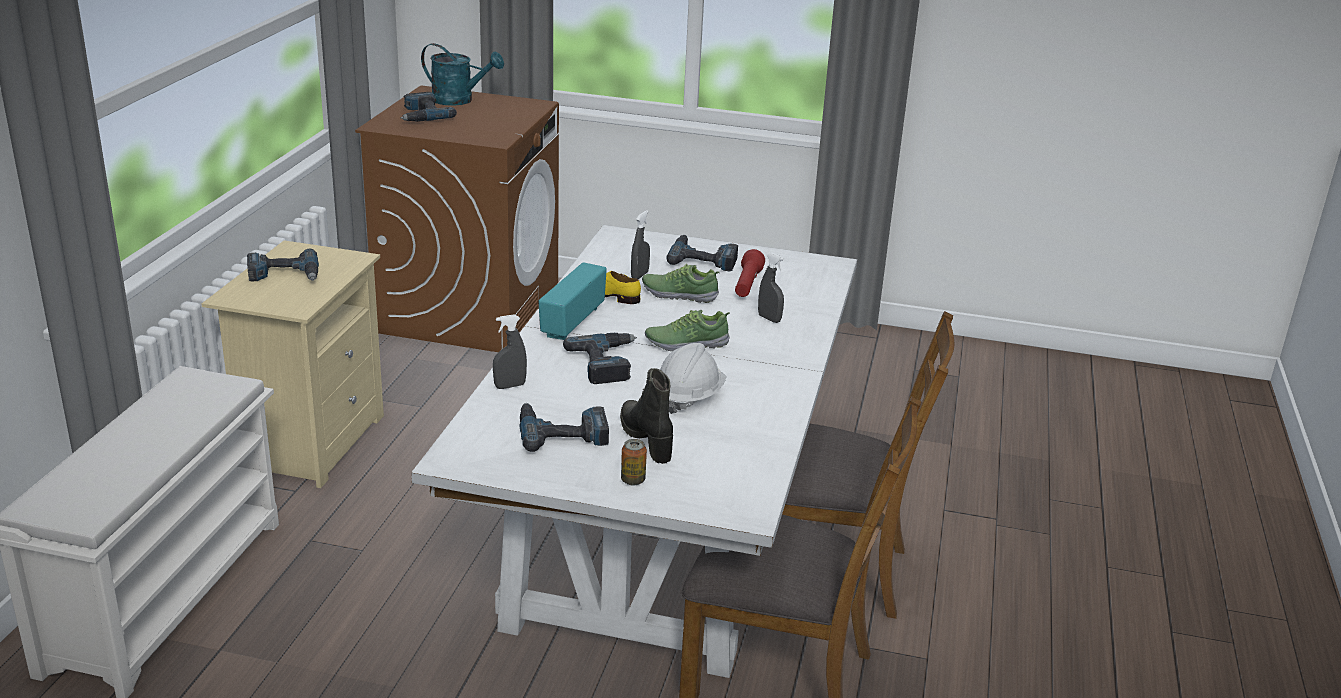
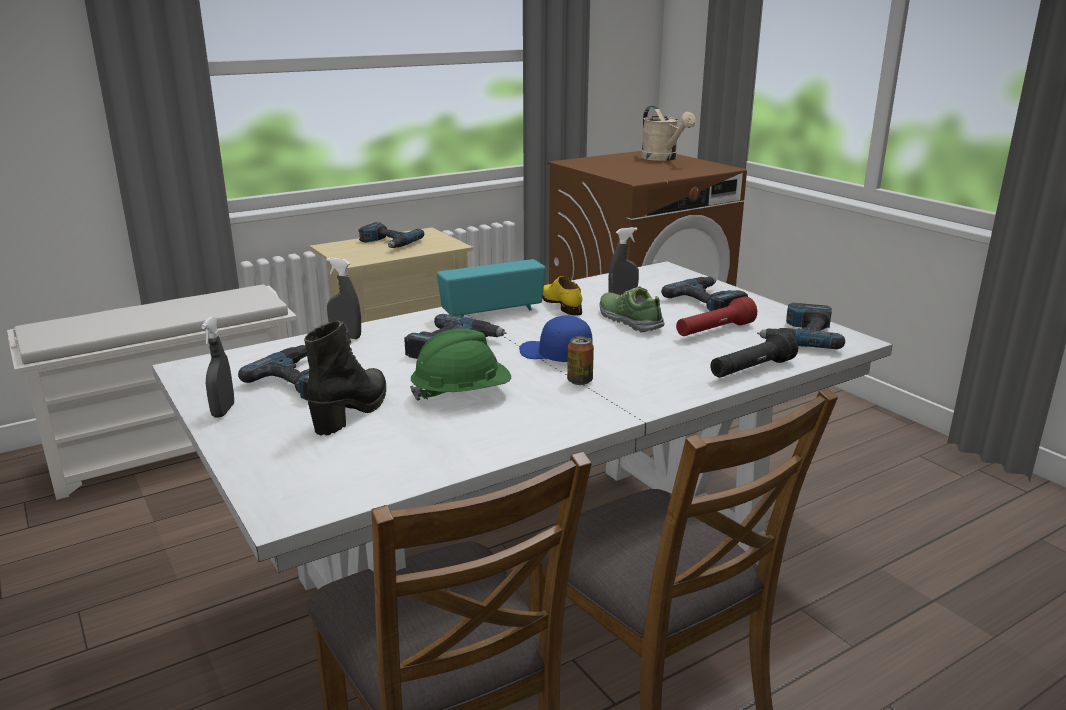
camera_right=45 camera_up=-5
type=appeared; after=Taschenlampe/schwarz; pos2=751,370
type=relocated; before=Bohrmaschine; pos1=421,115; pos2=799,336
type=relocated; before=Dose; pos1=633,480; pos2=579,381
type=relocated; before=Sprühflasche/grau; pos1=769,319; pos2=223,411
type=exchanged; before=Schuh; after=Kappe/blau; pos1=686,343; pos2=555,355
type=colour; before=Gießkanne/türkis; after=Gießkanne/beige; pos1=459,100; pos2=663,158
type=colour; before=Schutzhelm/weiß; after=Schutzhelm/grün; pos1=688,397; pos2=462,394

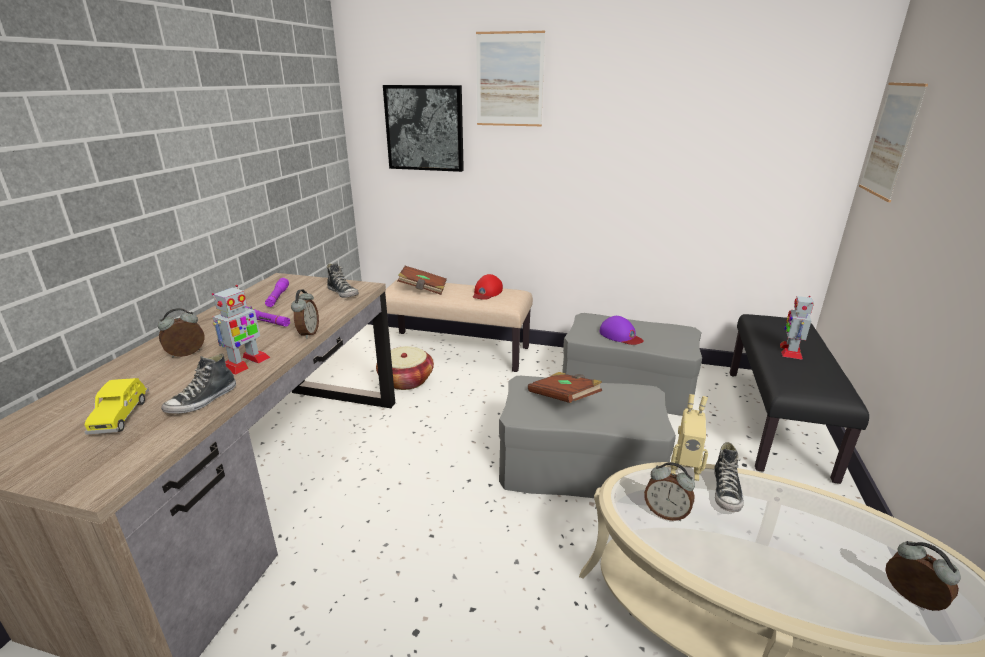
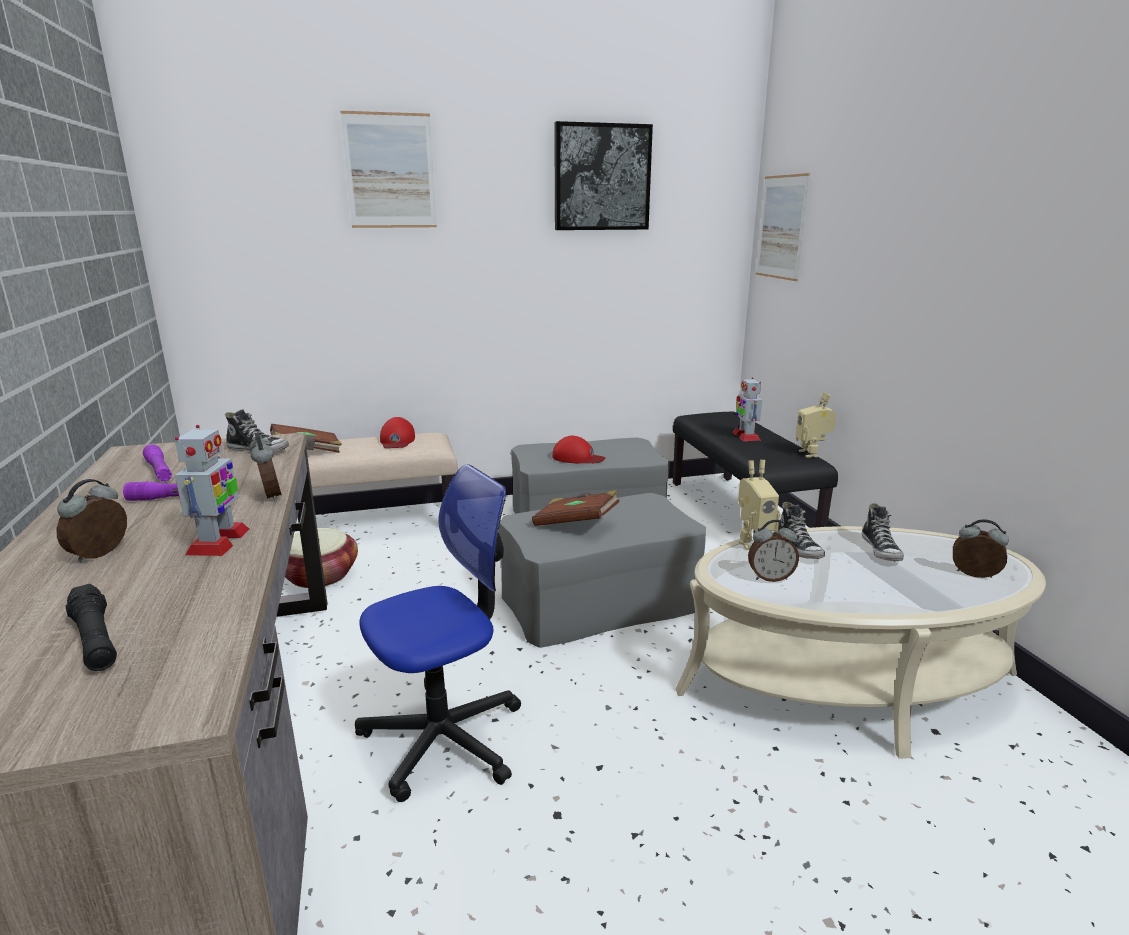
camera_right=-30 camera_up=-5
type=appeared; after=Bürostuhl; pos2=444,738
type=appeared; after=Spielzeugroboter; pos2=812,454
type=relocated; before=Schuh; pos1=202,401; pos2=881,550
type=relocated; before=Bild; pos1=425,128; pos2=602,177
type=exchanged; before=Spielzeugauto/gelb; after=Taschenlampe/schwarz; pos1=121,416; pos2=95,639
type=colour; before=Kappe/lila; after=Kappe/rot; pos1=620,336; pos2=577,458

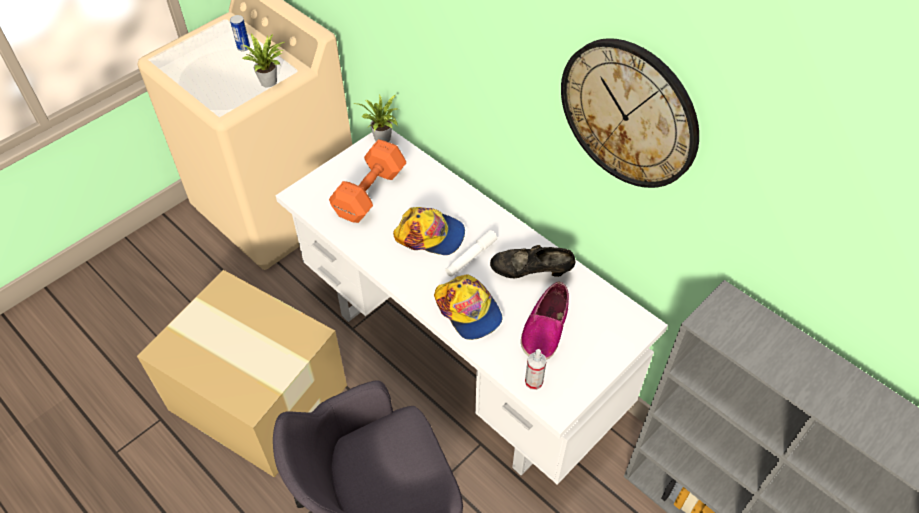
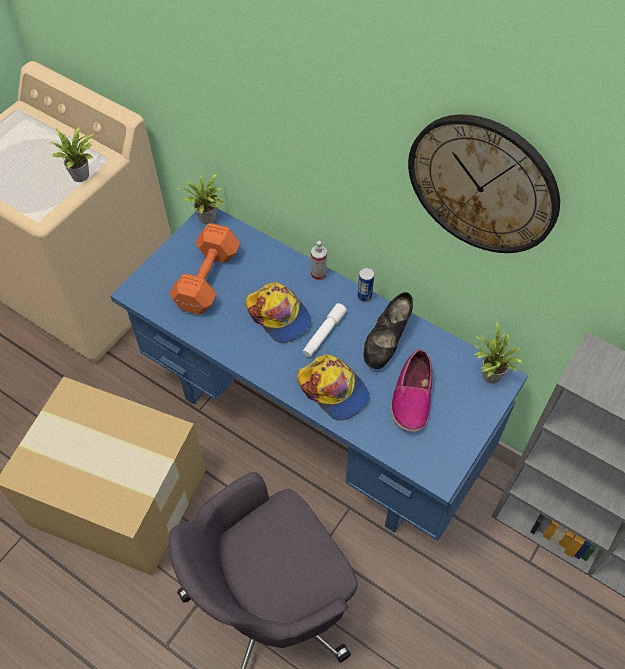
camera_right=-10 camera_up=5
type=appeared; after=Topfpflanze; pos2=488,375
type=relocated; before=Dose; pos1=243,47; pos2=364,297
type=relocated; before=Sprühflasche; pos1=533,382; pos2=318,274
type=colour; before=Schreibtisch/weiß; after=Schreibtisch/blau; pos1=461,360; pos2=314,426
type=spun; before=Kappe; pos1=430,235; pos2=279,316; turn=45
type=spun; before=Schuh/schwarz; pos1=531,273; pos2=386,341; turn=-60

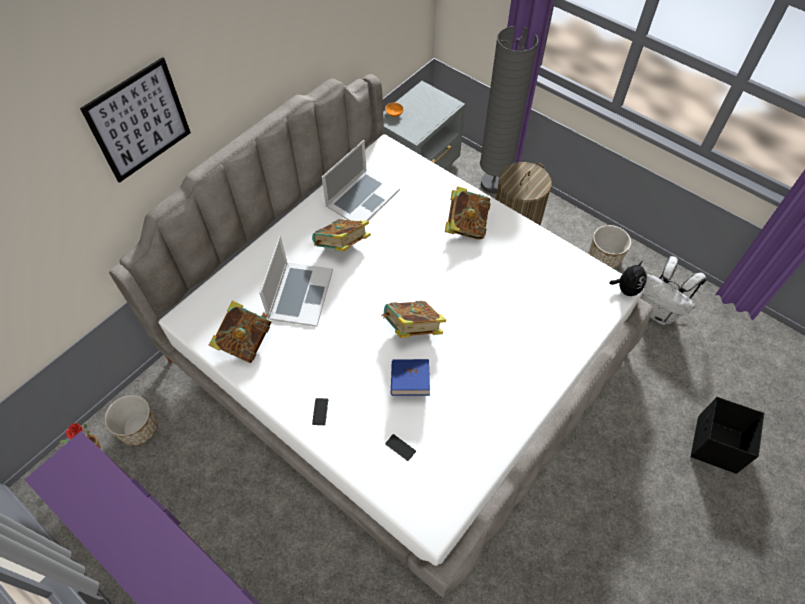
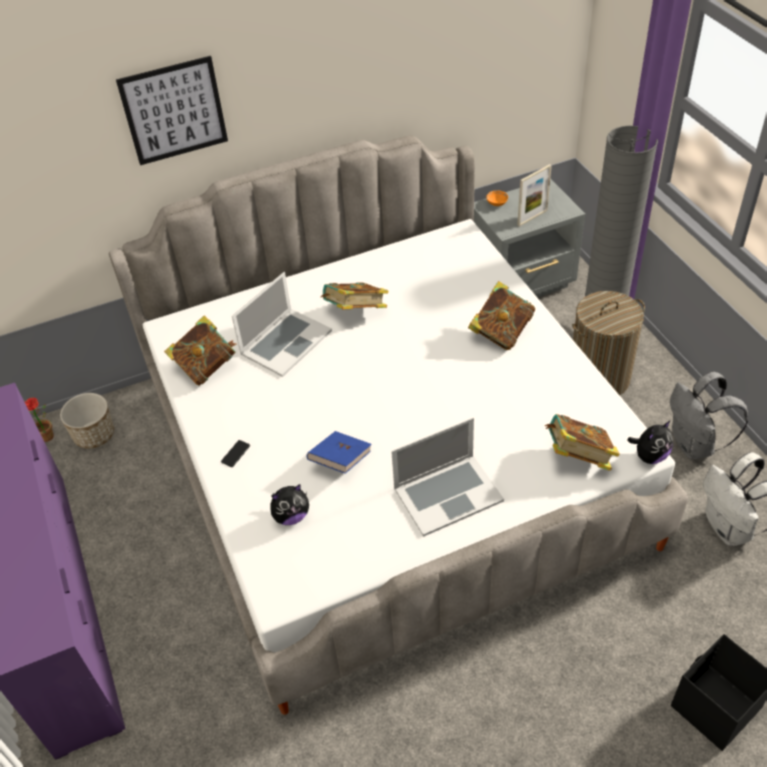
camera_right=30 camera_up=-10
type=appeared; after=Bilderrahmen; pos2=532,218
type=relocated; before=Laptop; pos1=362,198; pos2=447,494
type=relocated; before=Buch; pos1=412,329; pos2=578,457
type=exchanged; before=Handy; after=Plüschtier; pos1=400,447; pos2=291,516
type=exchanged; before=Pflanzkübel; after=Rucksack/grau; pos1=604,258; pos2=694,445

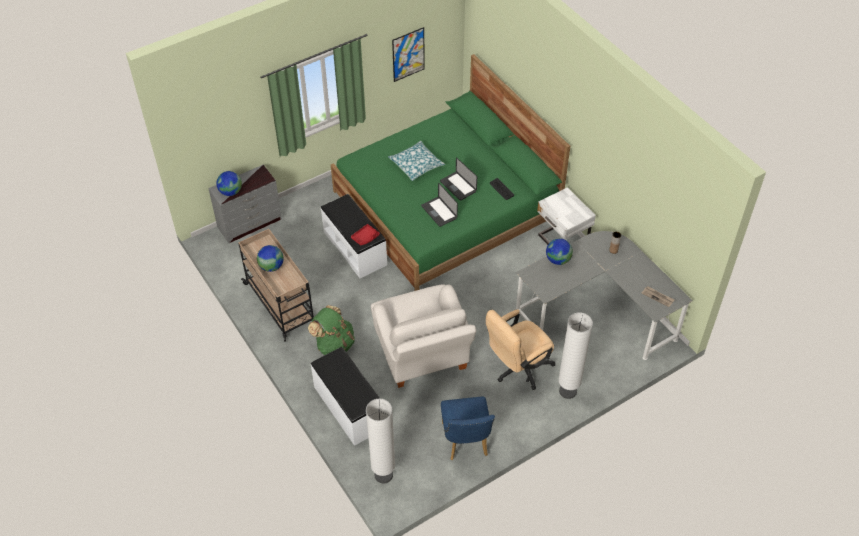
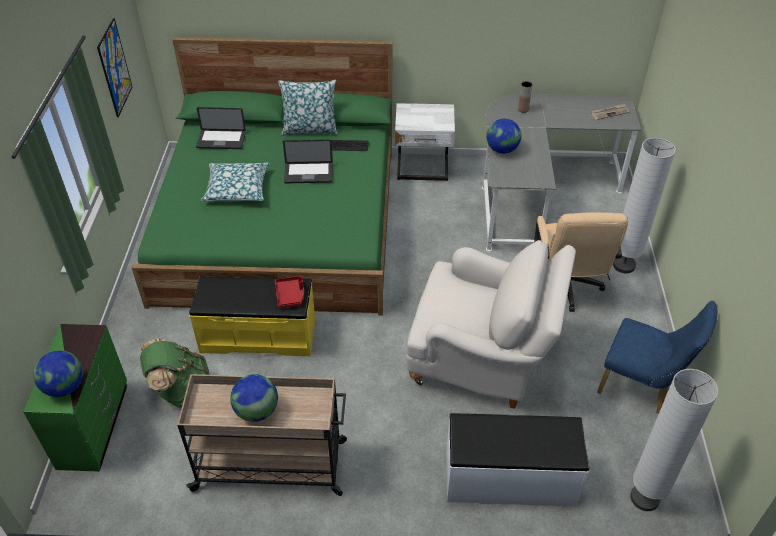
camera_right=-55 camera_up=-5
type=appeared; after=Kissen; pos2=310,129
type=relocated; before=Rucksack/grün; pos1=334,344; pos2=181,390
type=relocated; before=Laptop; pos1=439,212; pos2=221,140
type=colour; before=Kommode/grau; after=Kommode/grün; pos1=250,223; pos2=95,425
type=colour; before=Bank/weiß; after=Bank/gelb; pos1=355,248; pos2=258,335

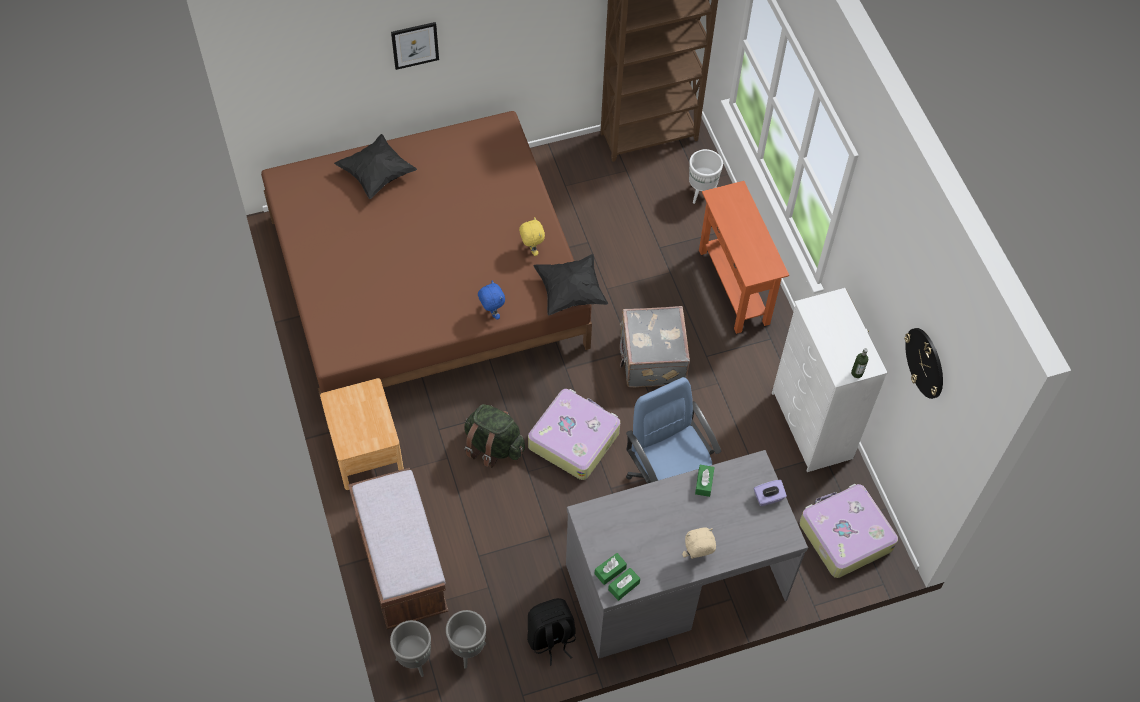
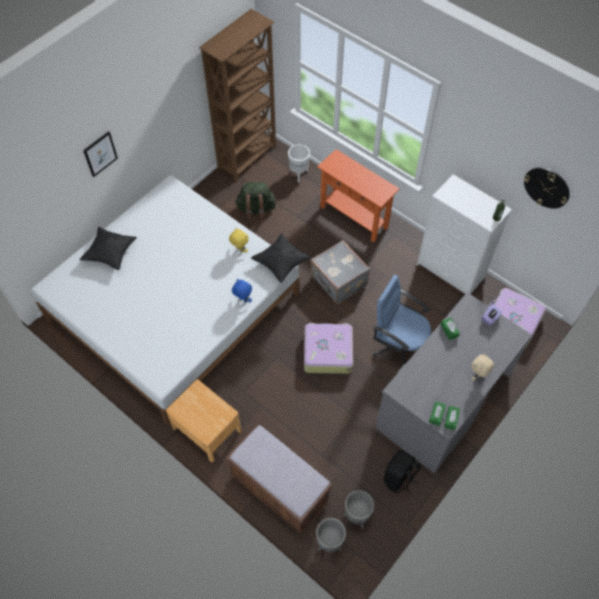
camera_right=-30 camera_up=0
type=relocated; before=Rucksack/grün; pos1=493,446; pos2=256,209
type=colour; before=Bett/braun; after=Bett/weiß; pos1=426,280; pos2=173,306

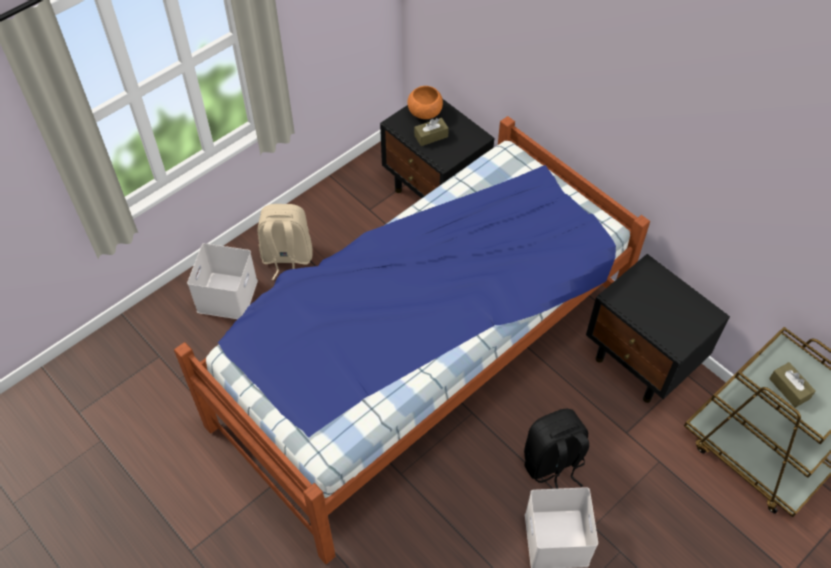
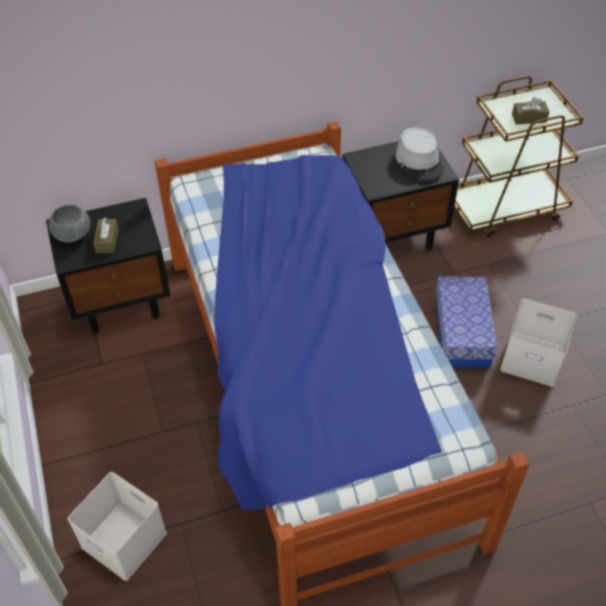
camera_right=-65 camera_up=-5
type=missing; before=Rucksack/beige; pos1=286,258
type=appeared; after=Hut/grau; pos2=419,161
type=exchanged; before=Rucksack/schwarz; after=Aufbewahrungsbox; pos1=553,464; pos2=462,332
type=colour; before=Schüssel/orange; after=Schüssel/grau; pos1=425,112; pos2=72,234

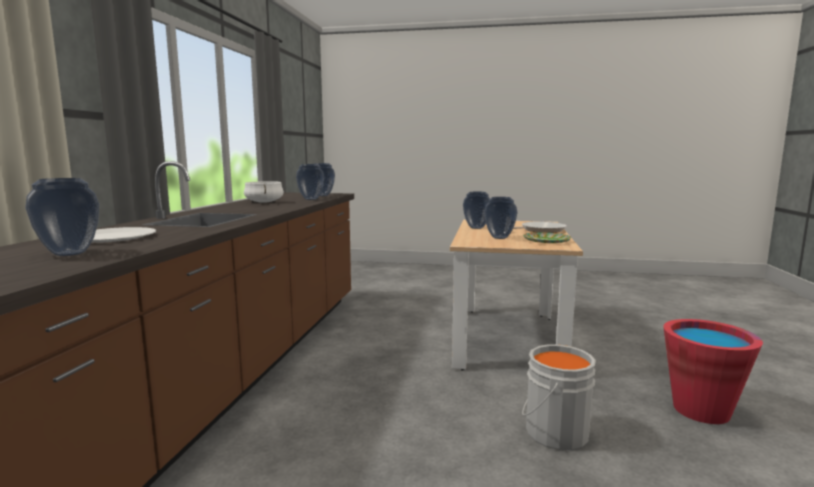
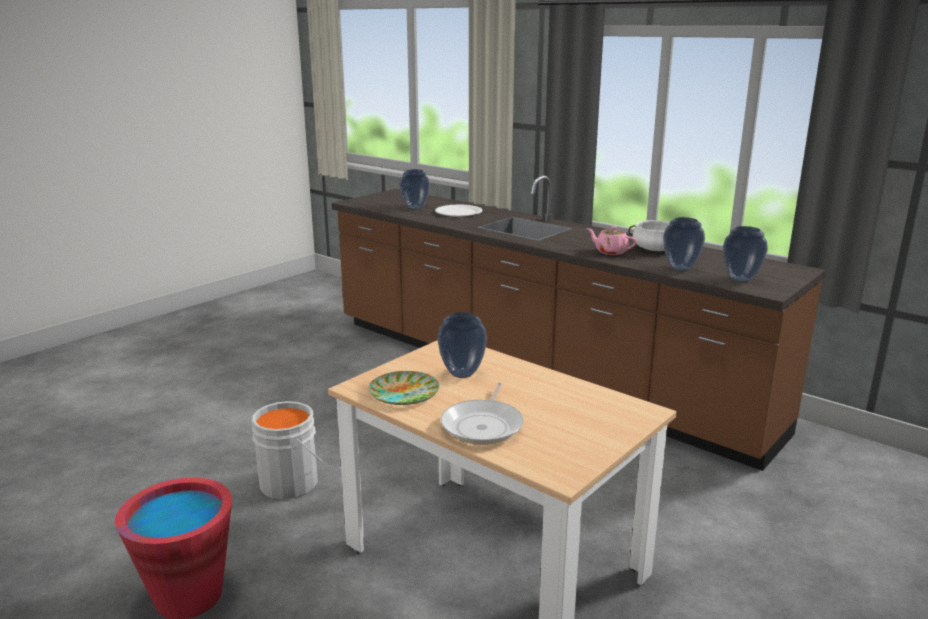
camera_right=120 camera_up=10
type=missing; before=Vase; pos1=476,227
type=appeared; after=Teekanne/rosa; pos2=610,252

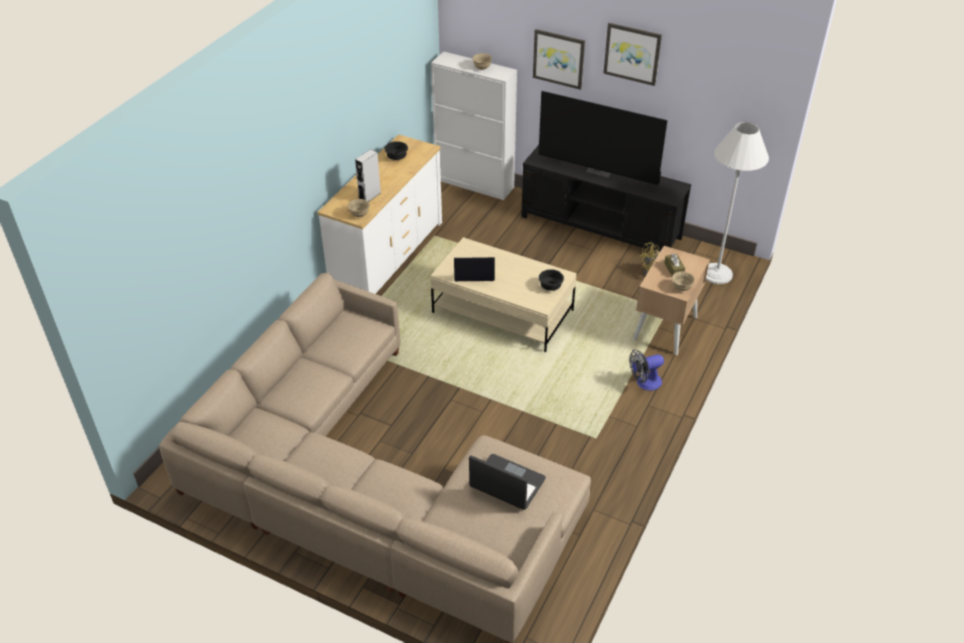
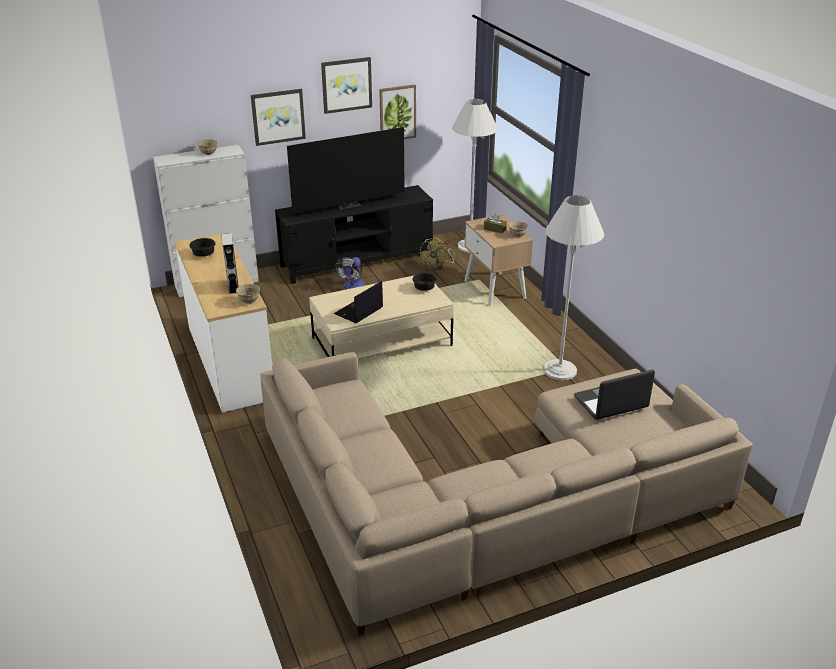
camera_right=-50 camera_up=-10
type=appeared; after=Bild; pos2=397,113
type=appeared; after=Stehlampe/weiß; pos2=560,370
type=relocated; before=Ventilator; pos1=644,383; pos2=352,286

